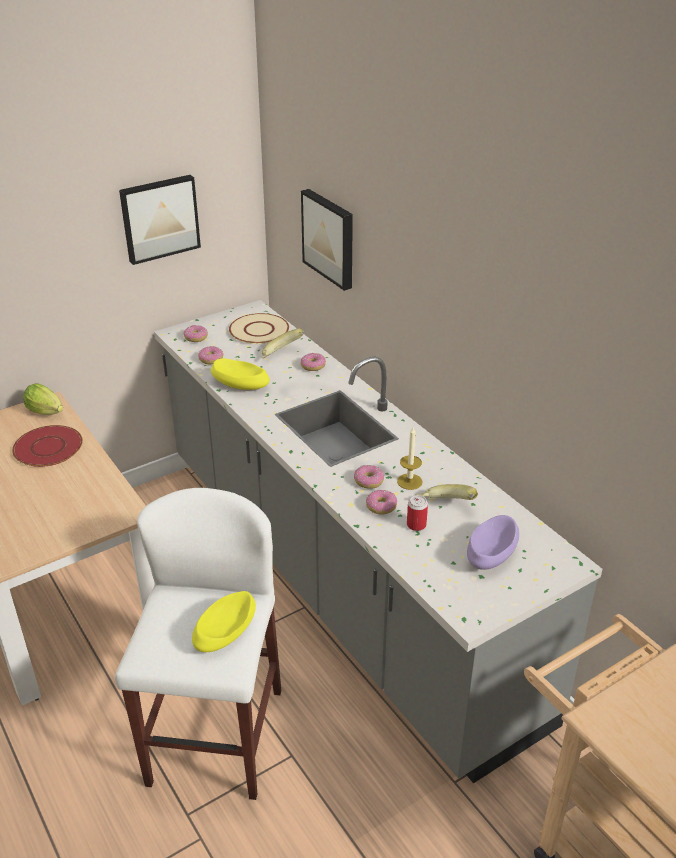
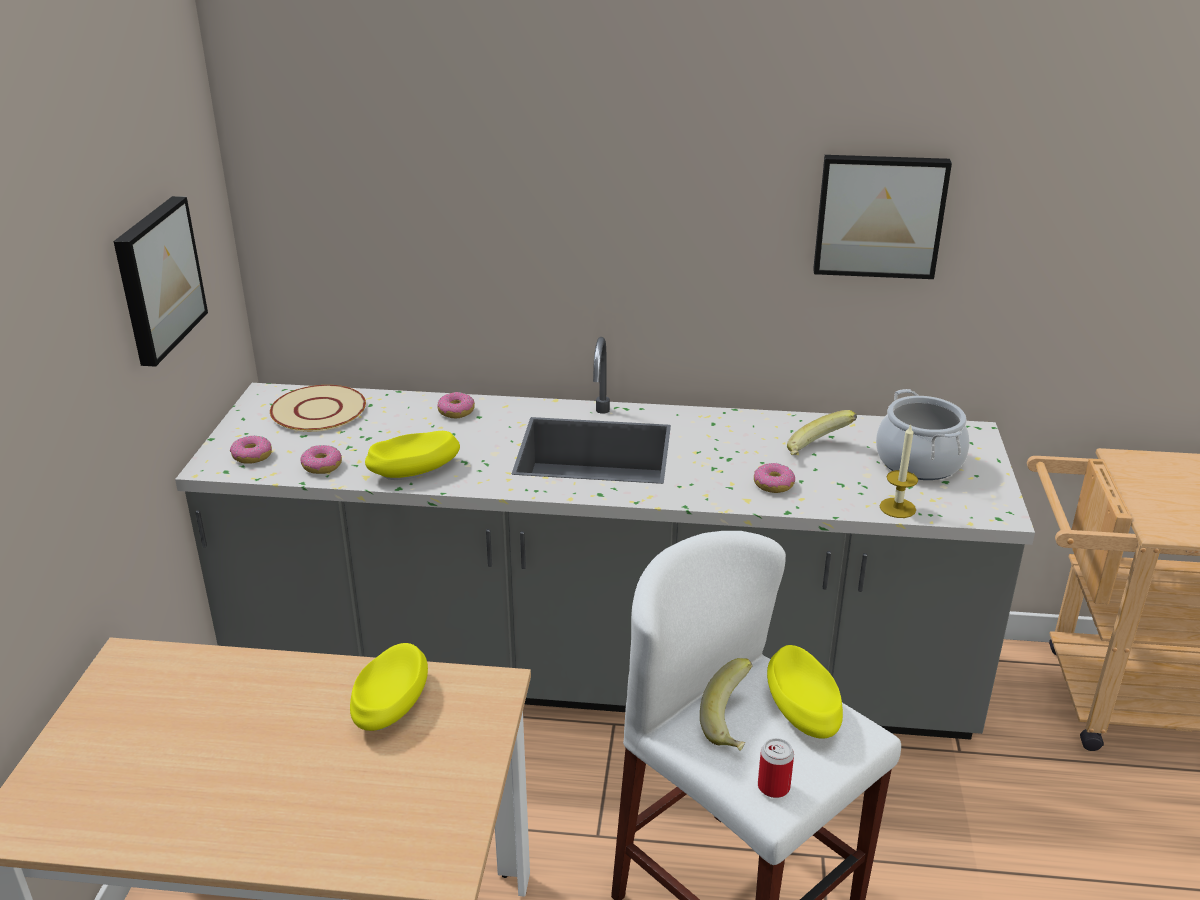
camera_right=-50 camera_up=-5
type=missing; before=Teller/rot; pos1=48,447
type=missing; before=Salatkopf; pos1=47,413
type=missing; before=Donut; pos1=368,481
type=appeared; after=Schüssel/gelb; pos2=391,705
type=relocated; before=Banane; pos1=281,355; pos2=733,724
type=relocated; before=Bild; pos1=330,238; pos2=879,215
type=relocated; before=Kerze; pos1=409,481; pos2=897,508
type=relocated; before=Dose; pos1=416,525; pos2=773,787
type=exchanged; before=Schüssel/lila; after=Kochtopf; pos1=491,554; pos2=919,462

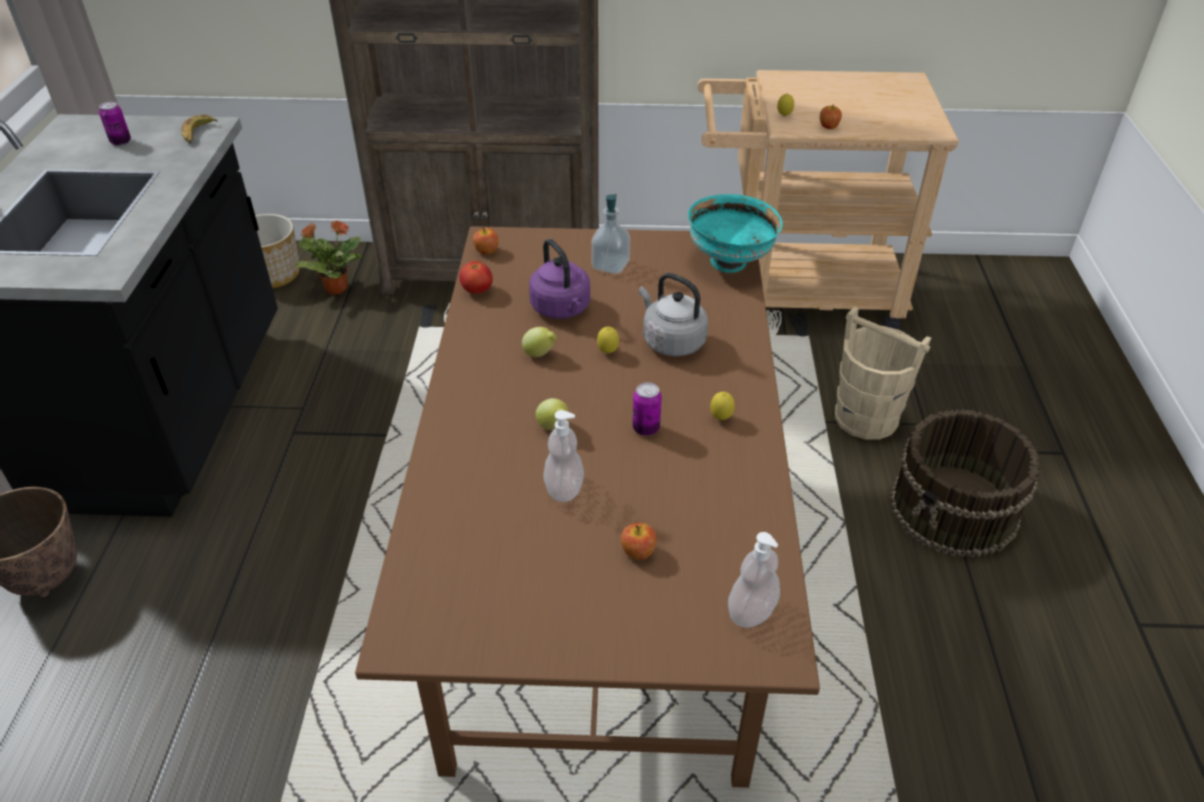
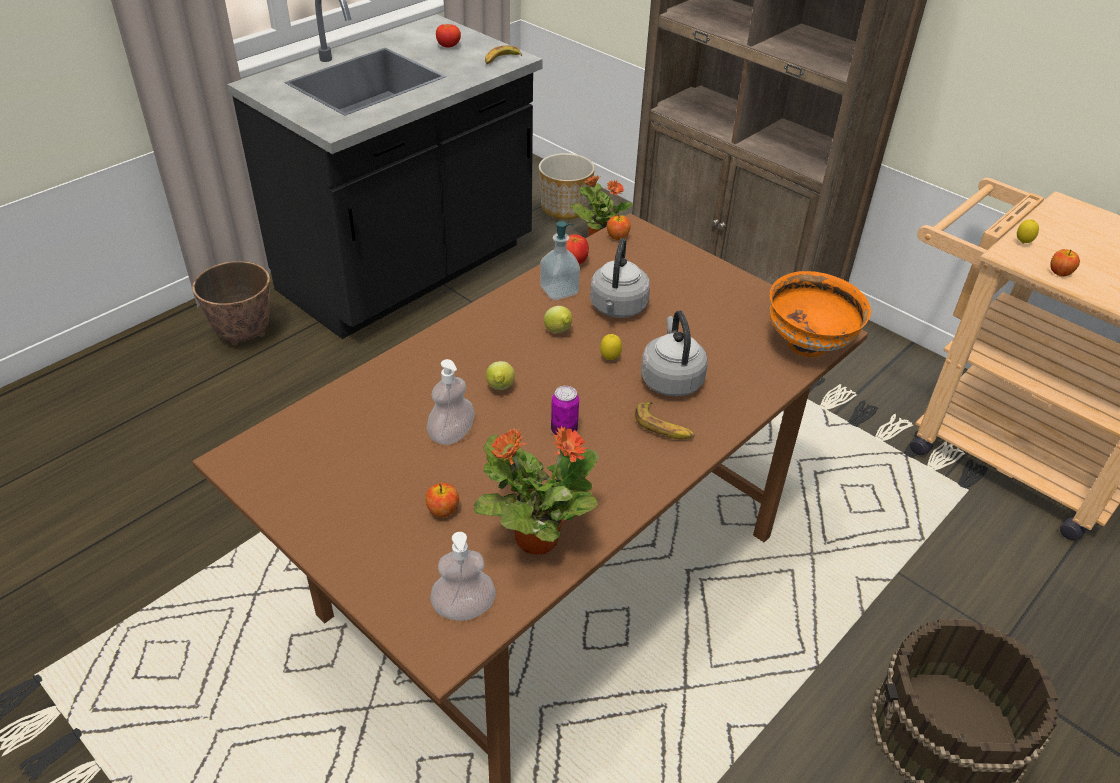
camera_right=40 camera_up=0
type=missing; before=Zitrone; pos1=721,418
type=missing; before=Eimer/beige; pos1=866,418
type=appeared; after=Topfpflanze; pos2=535,538
type=appeared; after=Banane; pos2=663,427
type=relocated; before=Seifenspender; pos1=610,265; pos2=559,291
type=exchanged; before=Dose; after=Tomate; pos1=121,142; pos2=448,47
type=colour; before=Wasserkessel/lila; after=Wasserkessel/grau; pos1=562,309; pos2=617,308
type=colour; before=Schüssel/türkis; after=Schüssel/orange; pos1=730,262; pos2=808,346

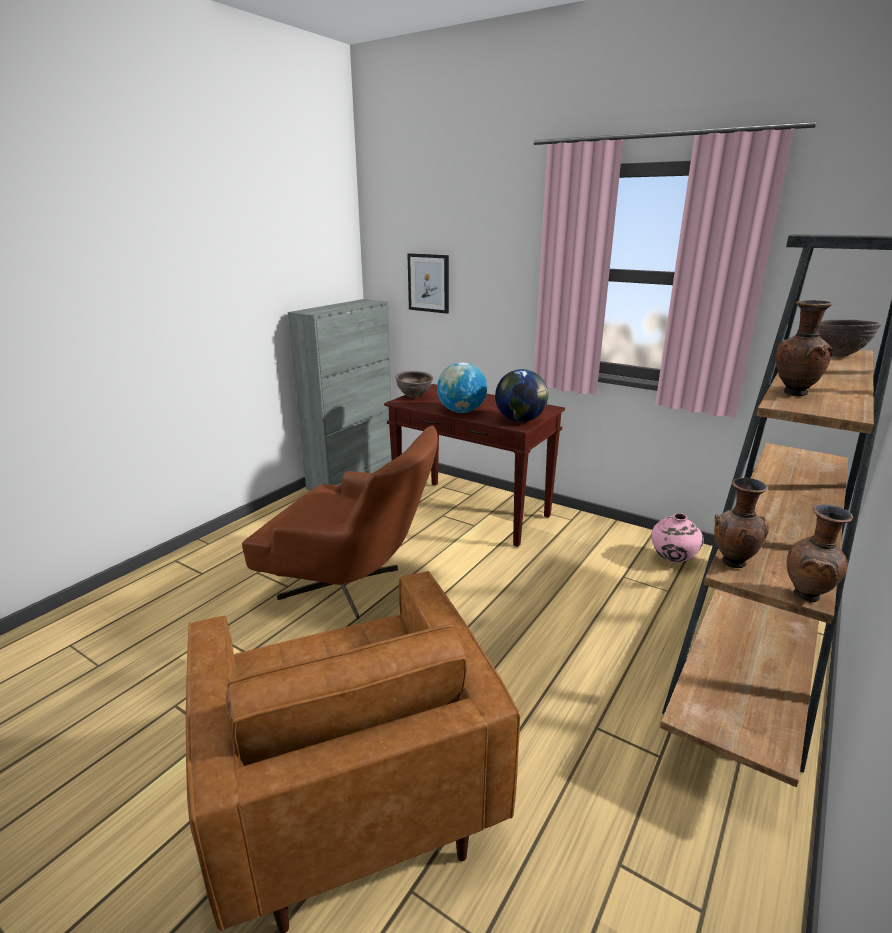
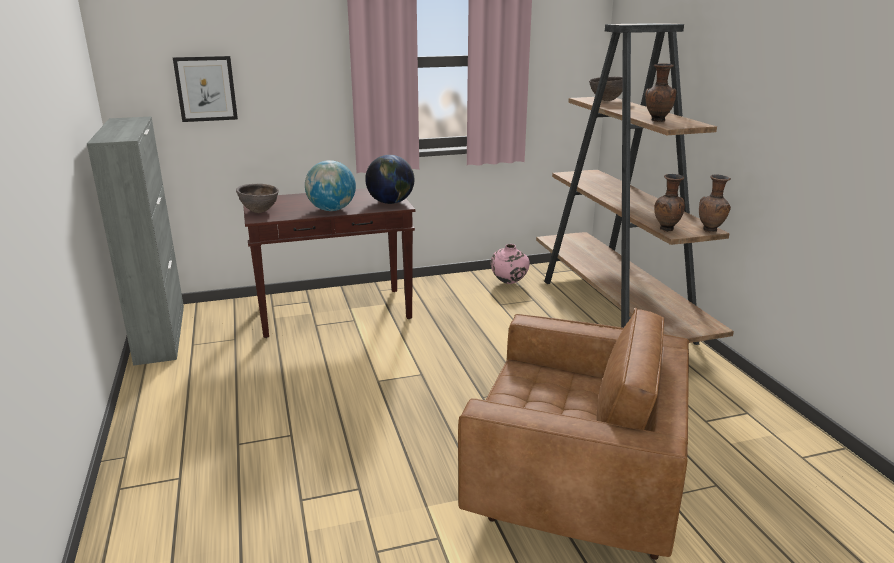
camera_right=-50 camera_up=0
type=missing; before=Sessel/braun; pos1=353,587

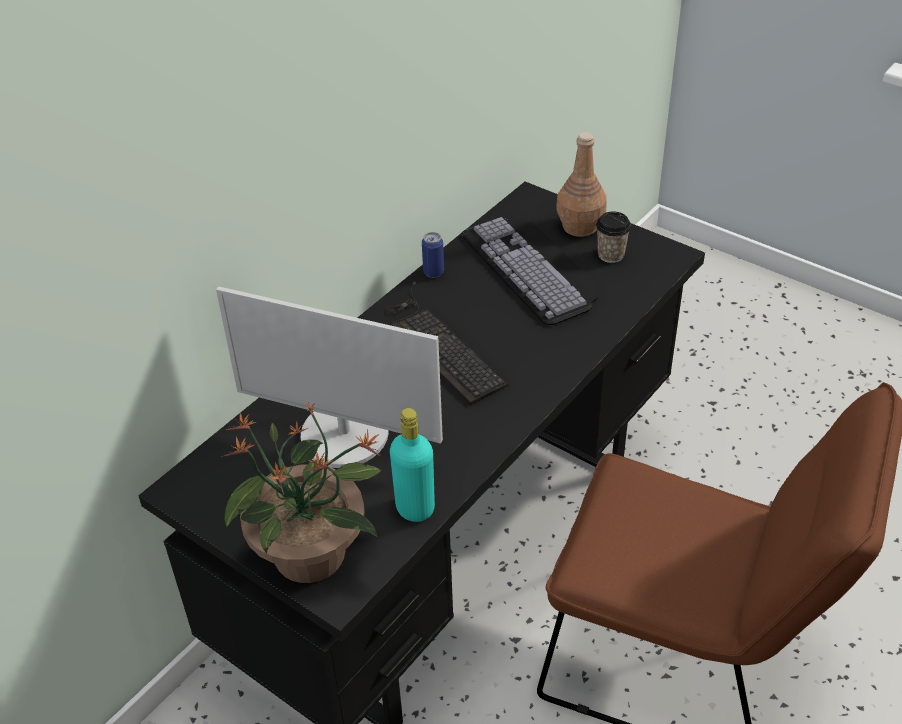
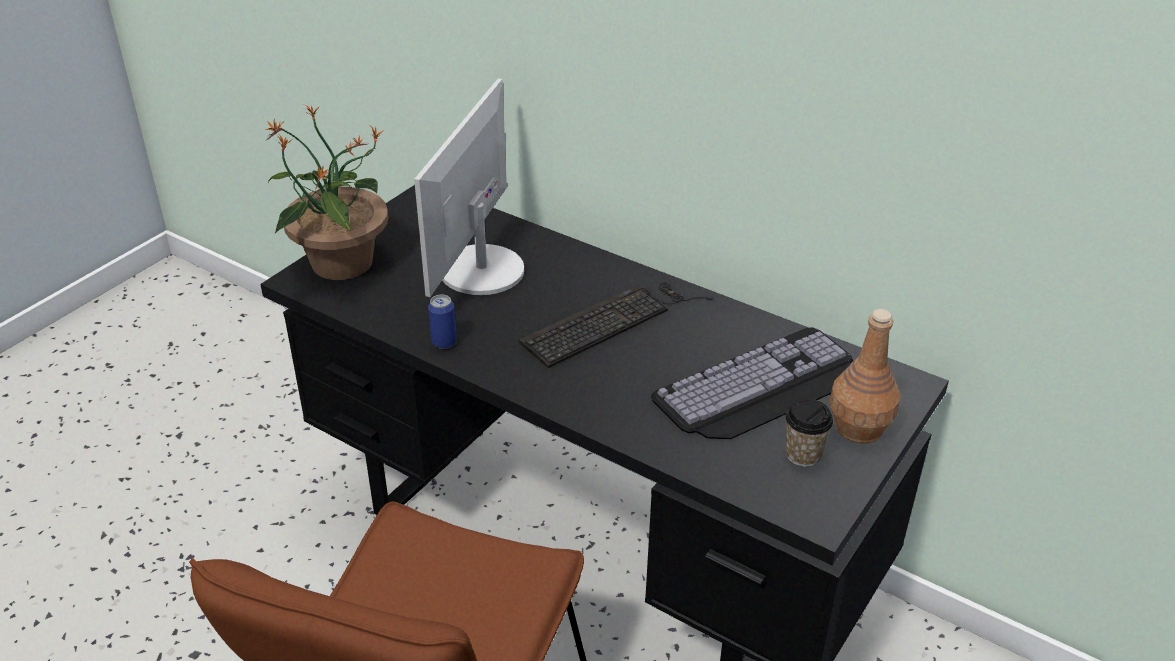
camera_right=85 camera_up=-5
type=missing; before=Flasche/türkis; pos1=415,508
type=relocated; before=Dose; pos1=433,272; pos2=444,342

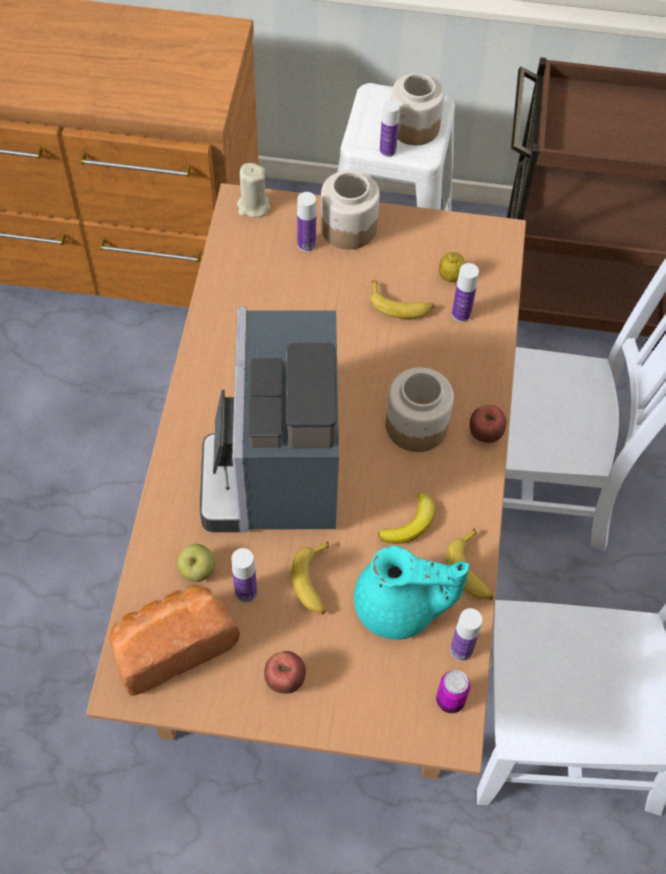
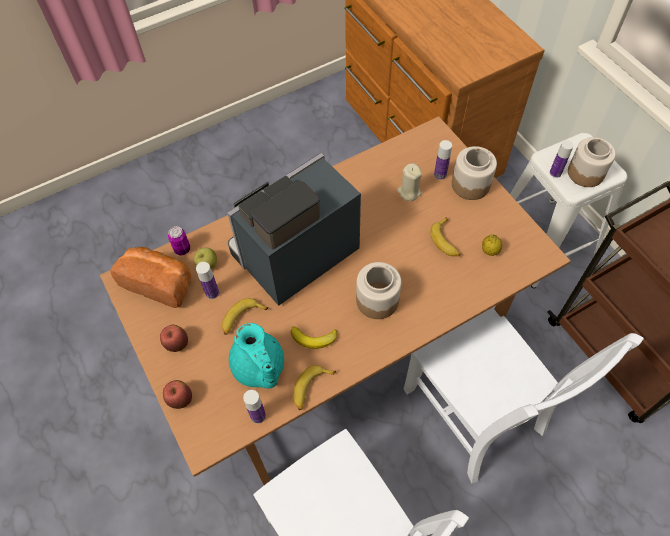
camera_right=55 camera_up=0
type=missing; before=Flasche; pos1=461,314
type=relocated; before=Kerze/beige; pos1=253,206; pos2=409,192
type=relocated; before=Dose; pos1=450,700; pos2=182,249
type=relocated; before=Apfel; pos1=485,434; pos2=180,399

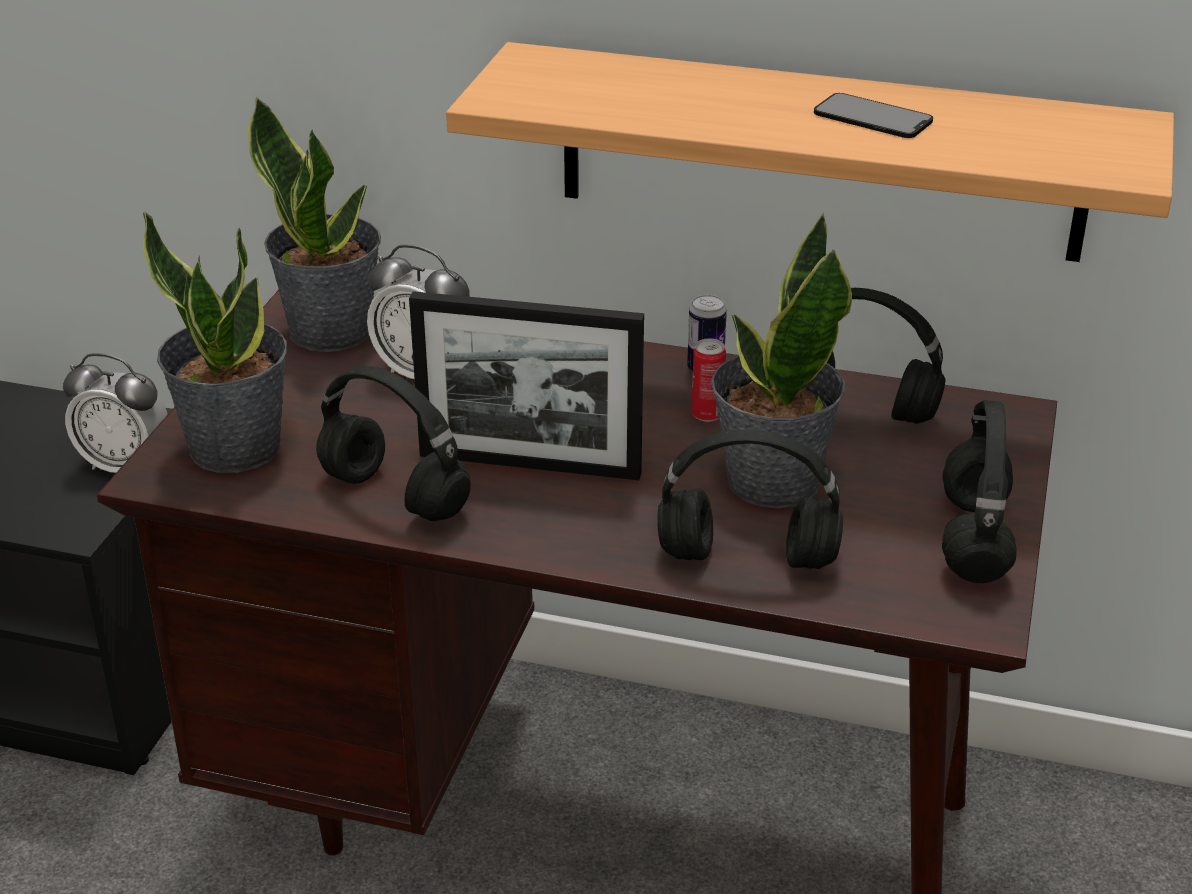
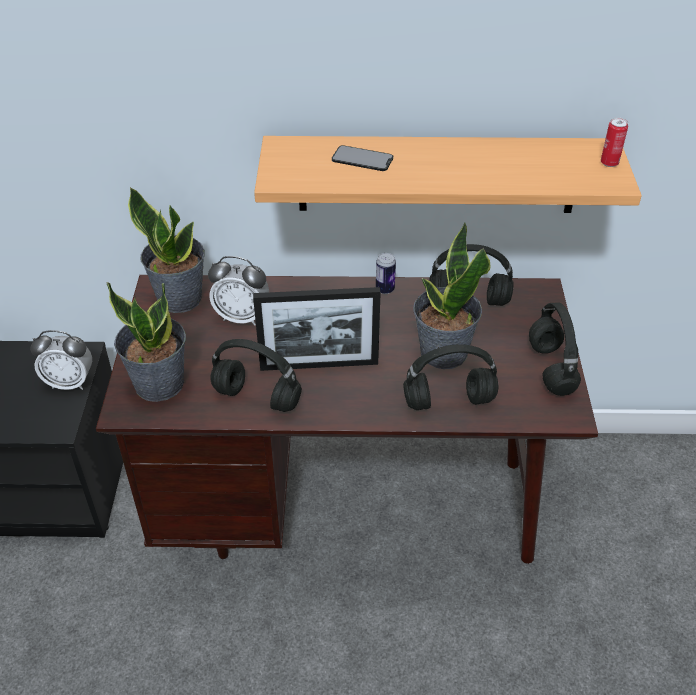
camera_right=-15 camera_up=10
type=relocated; before=Dose; pos1=707,415; pos2=609,163
type=relocated; before=Handy; pos1=872,117; pos2=362,159

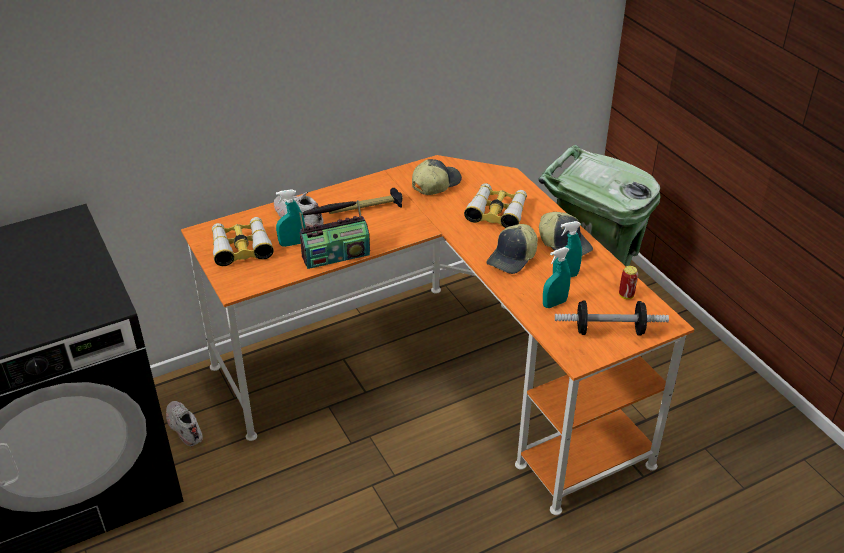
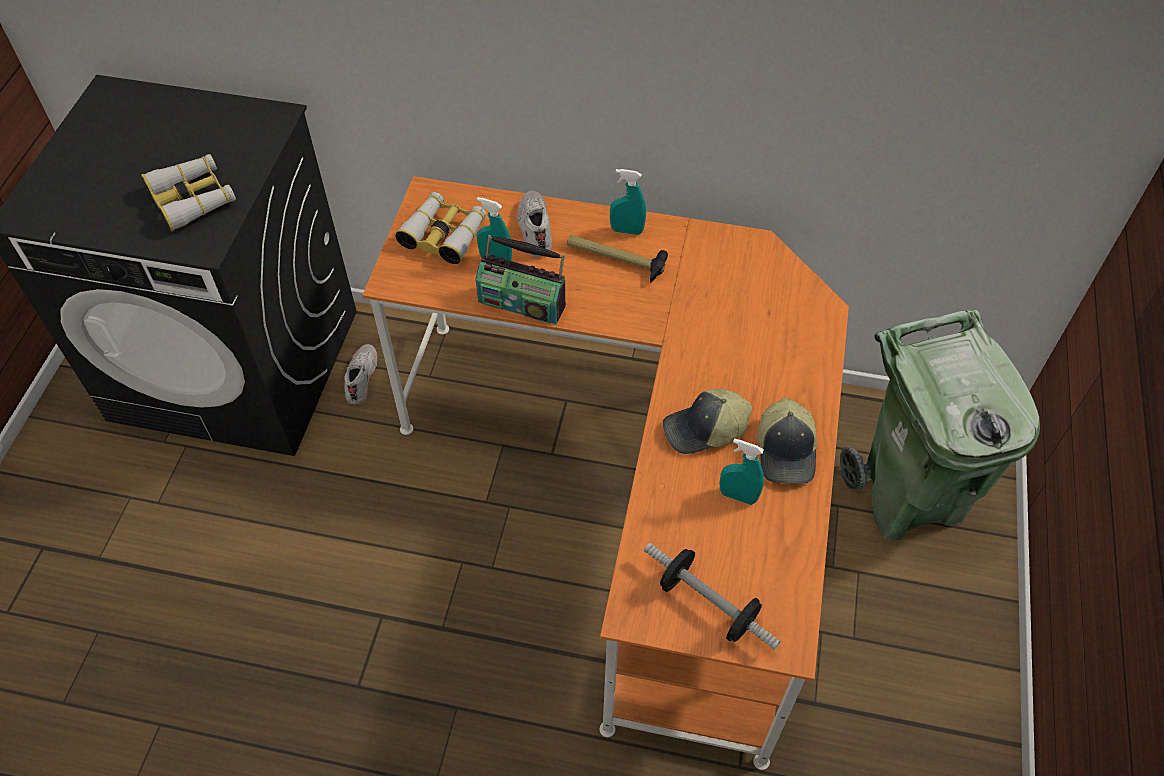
camera_right=40 camera_up=15
type=missing; before=Kappe; pos1=435,184
type=missing; before=Dose; pos1=626,295
type=relocated; before=Fernglas; pos1=497,212; pos2=193,199
type=relocated; before=Sprühflasche/türkis; pos1=554,303; pos2=627,230

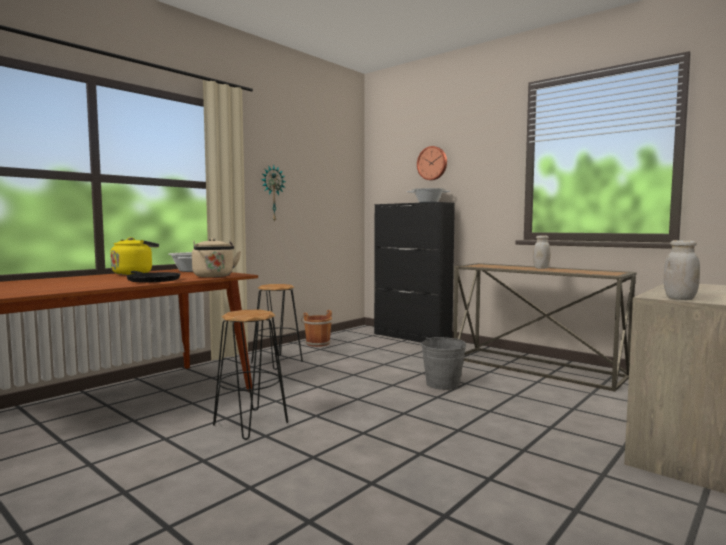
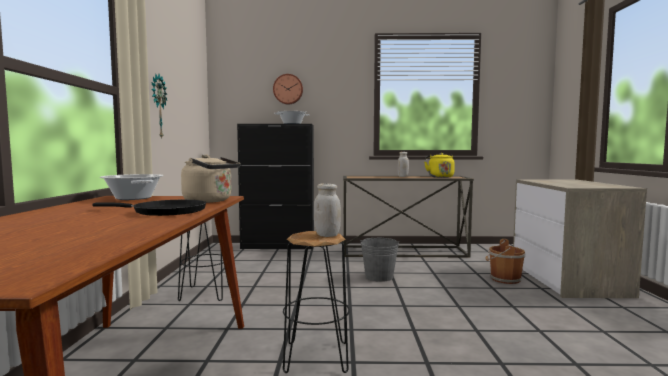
camera_right=-40 camera_up=0
type=relocated; before=Wasserkessel/gelb; pos1=134,273; pos2=439,177
type=relocated; before=Eimer/braun; pos1=317,343; pos2=504,279
type=relocated; before=Vorratsglas/weiß; pos1=680,299; pos2=327,235

